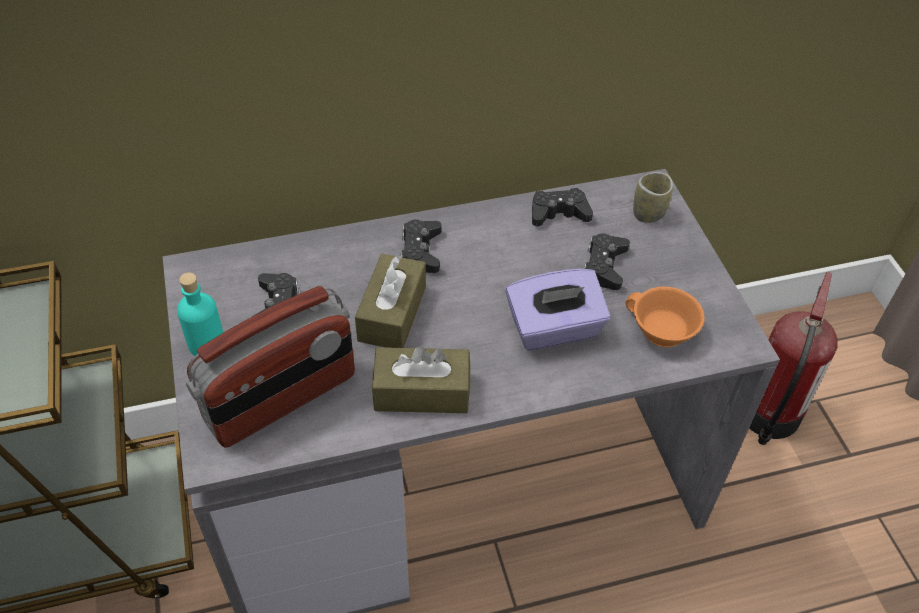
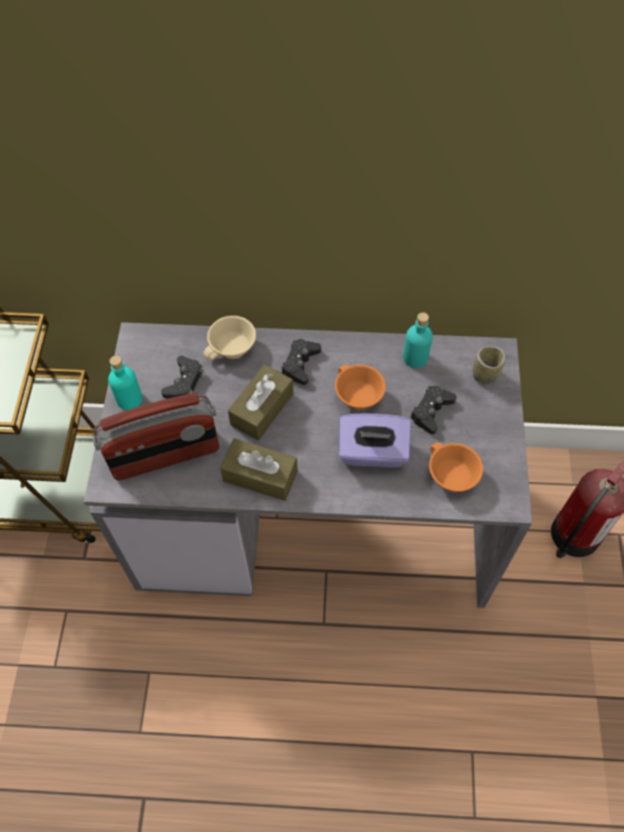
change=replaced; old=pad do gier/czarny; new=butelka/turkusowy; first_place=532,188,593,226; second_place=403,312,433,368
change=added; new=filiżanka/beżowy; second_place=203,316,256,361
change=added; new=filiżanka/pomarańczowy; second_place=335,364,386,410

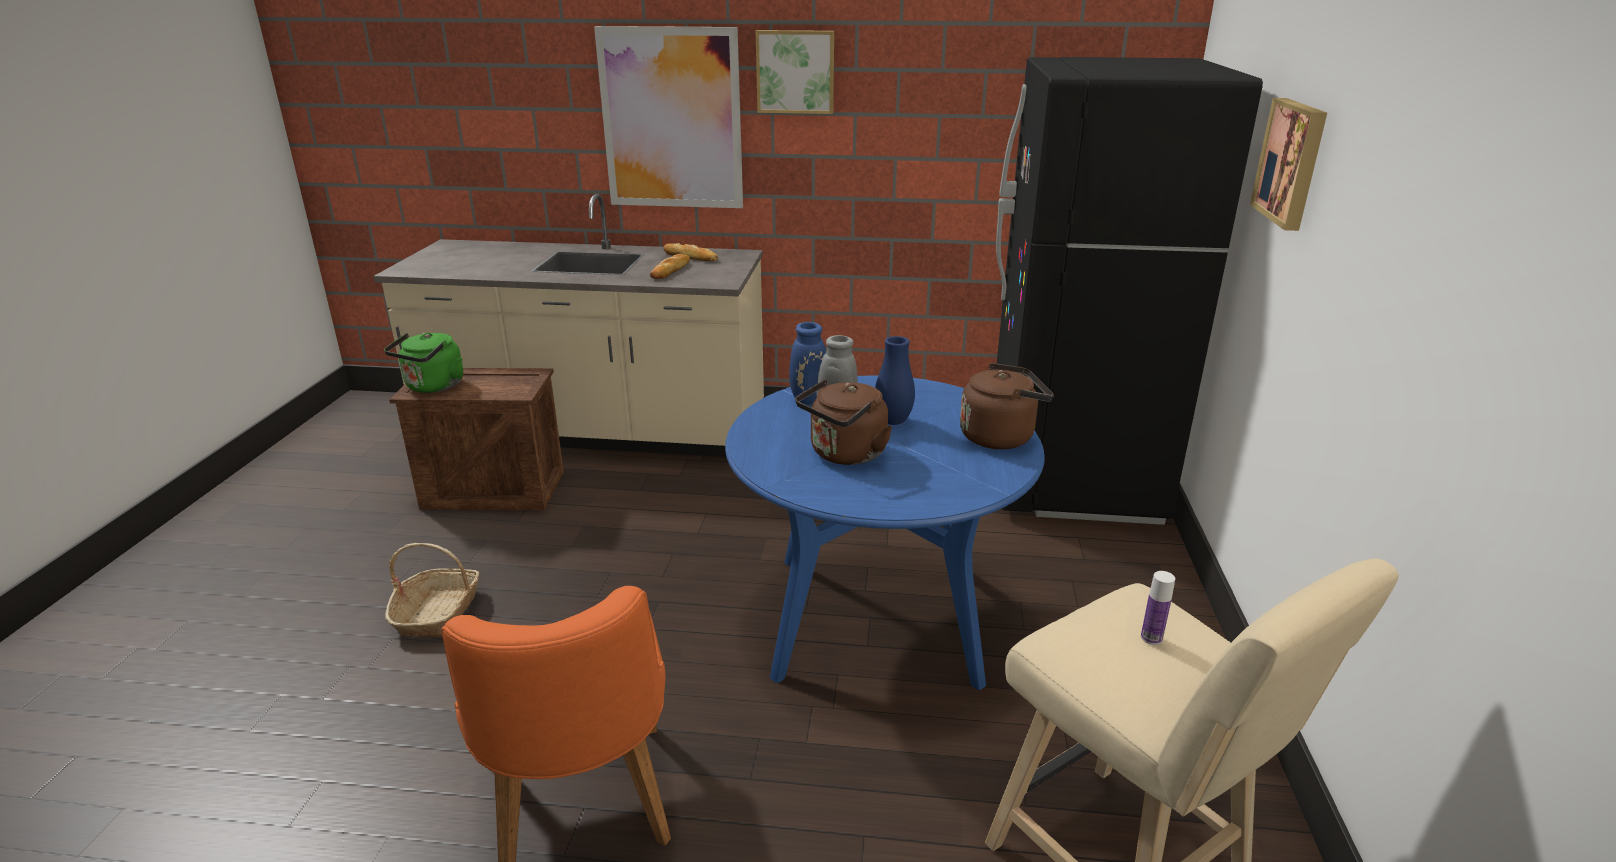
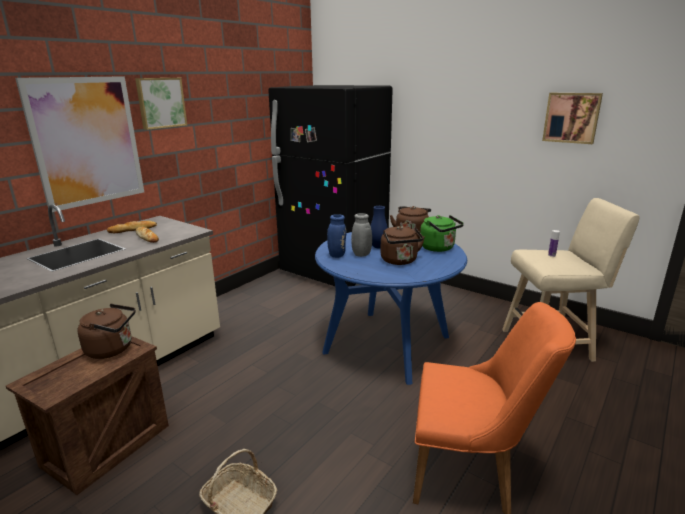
change=moved; old=obraz; first_place=1250,98,1327,231; second_place=542,93,603,144
change=moved; old=czajnik/zielony; first_place=384,333,463,393; second_place=420,215,464,252
change=added; new=czajnik/brązowy; second_place=77,304,136,359

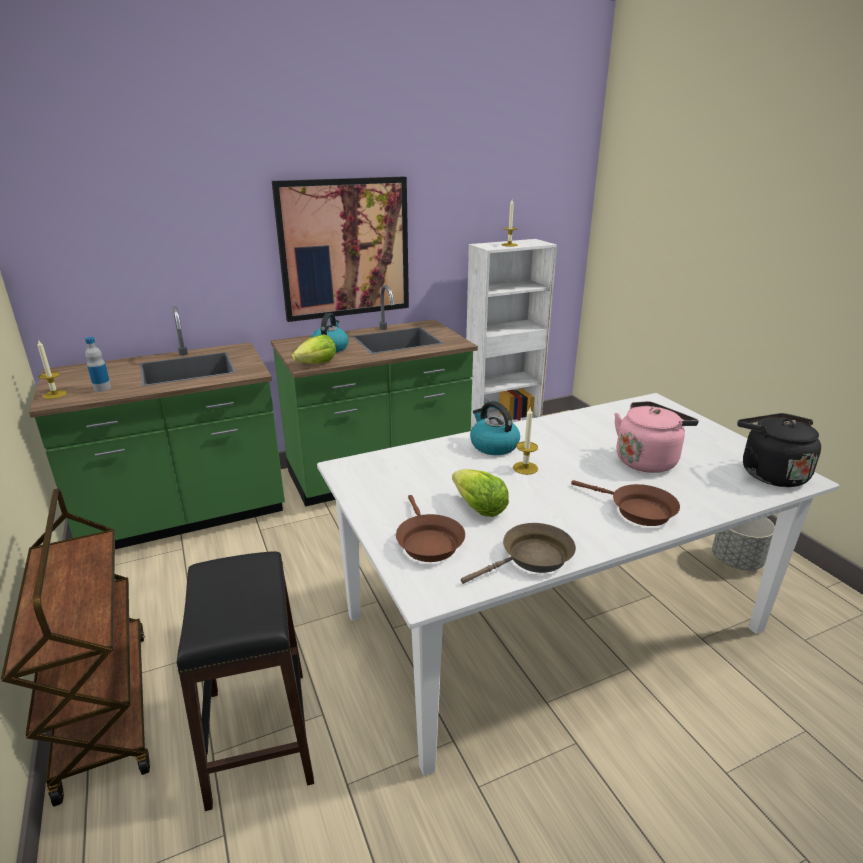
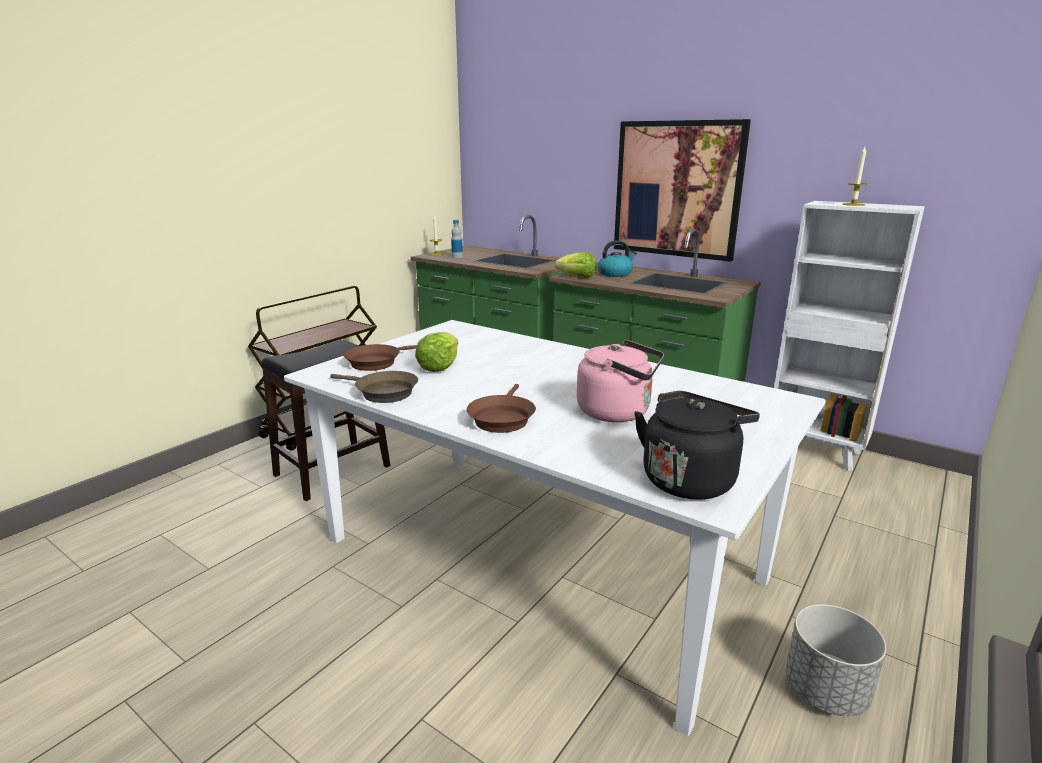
change=removed; old=czajnik; first_place=470,401,520,455
change=removed; old=świeca; first_place=513,406,538,475

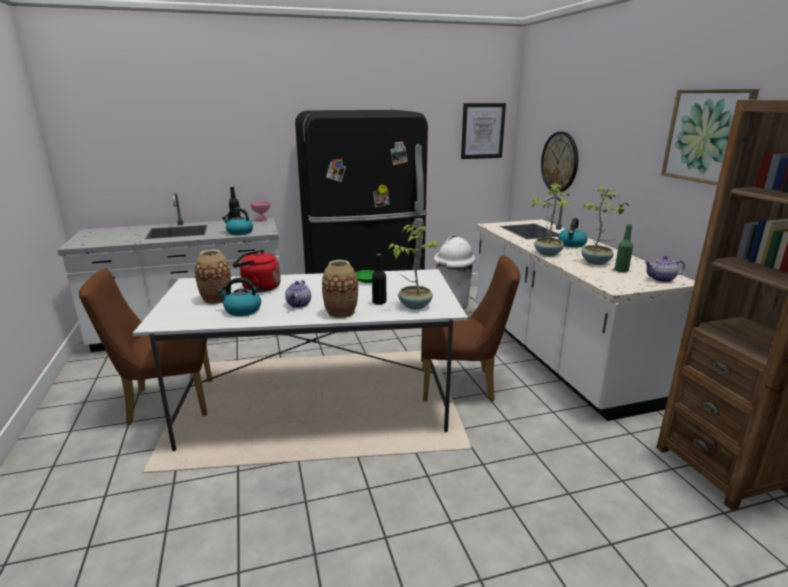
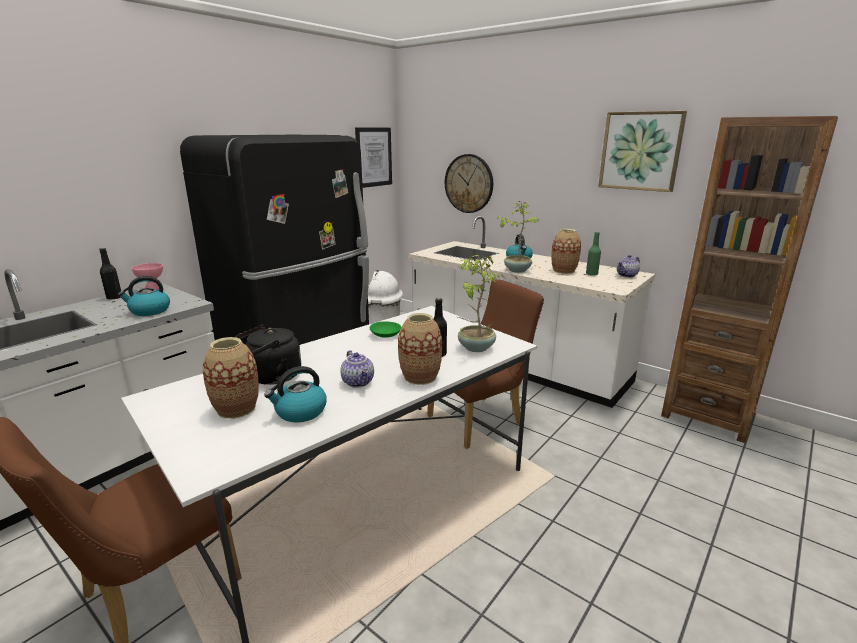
change=replaced; old=roślina doniczkowa; new=wazon; first_place=581,186,629,265; second_place=551,229,581,274
change=recoloured; old=czajnik/czerwony; new=czajnik/czarny; first_place=233,250,281,292; second_place=235,325,301,385

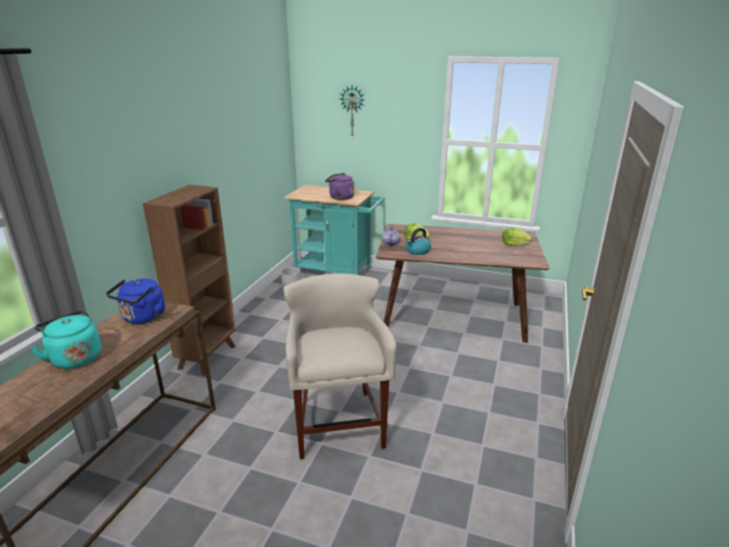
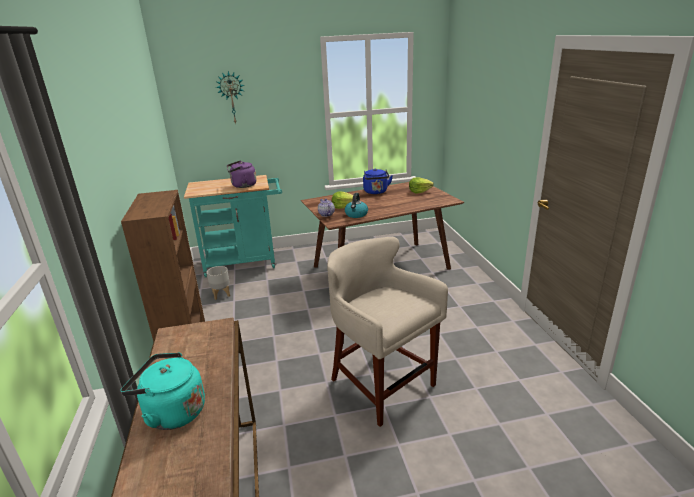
change=moved; old=czajnik/niebieski; first_place=106,279,165,324; second_place=363,168,393,194

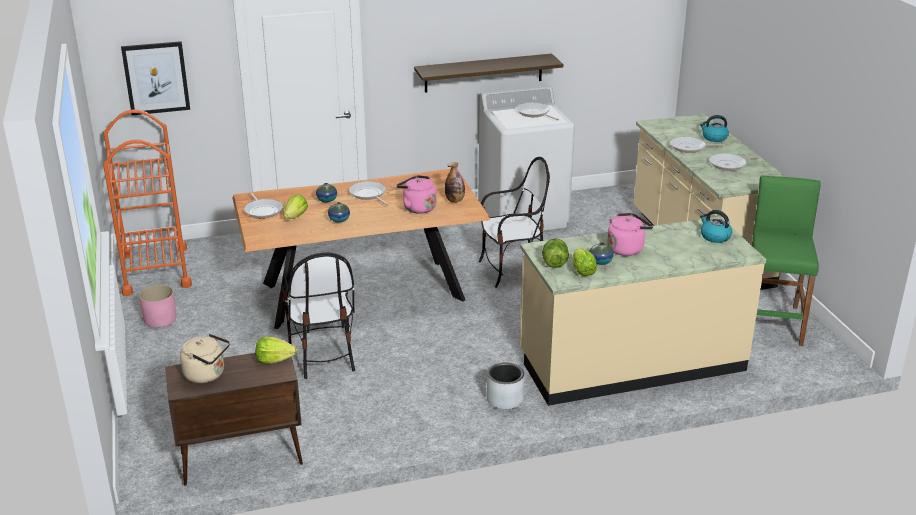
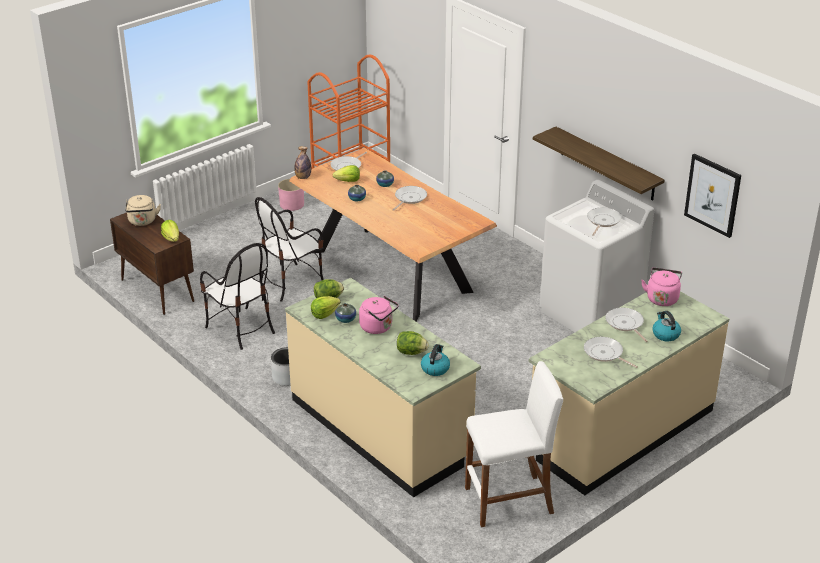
change=moved; old=obraz; first_place=121,41,190,115; second_place=684,154,741,238
change=moved; old=krzesło; first_place=478,157,550,288; second_place=200,243,275,350
change=moved; old=butelka; first_place=445,162,465,202; second_place=294,146,311,179
change=moved; old=czajnik/różowy; first_place=396,175,436,214; second_place=641,268,682,306
change=recoloured; old=stołek/zielony; new=stołek/biały; first_place=752,176,821,346; second_place=465,361,563,527
change=added; new=sałata; second_place=397,331,429,355

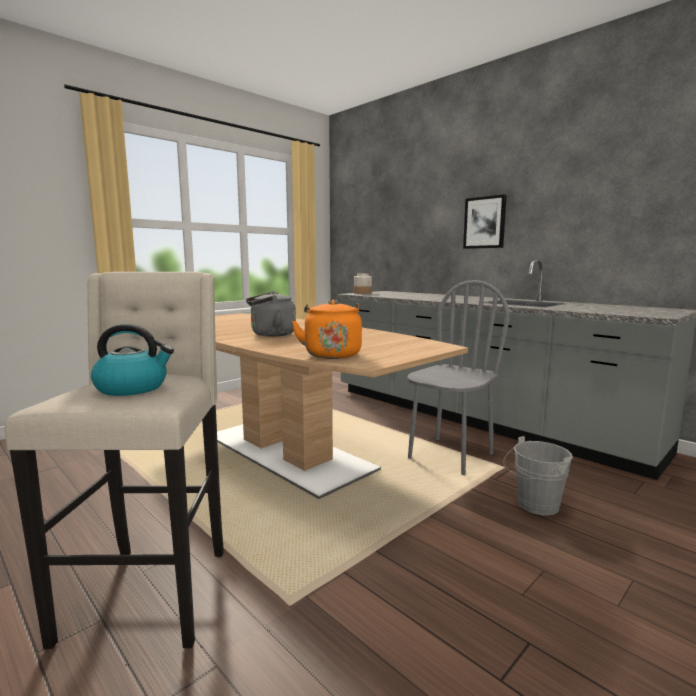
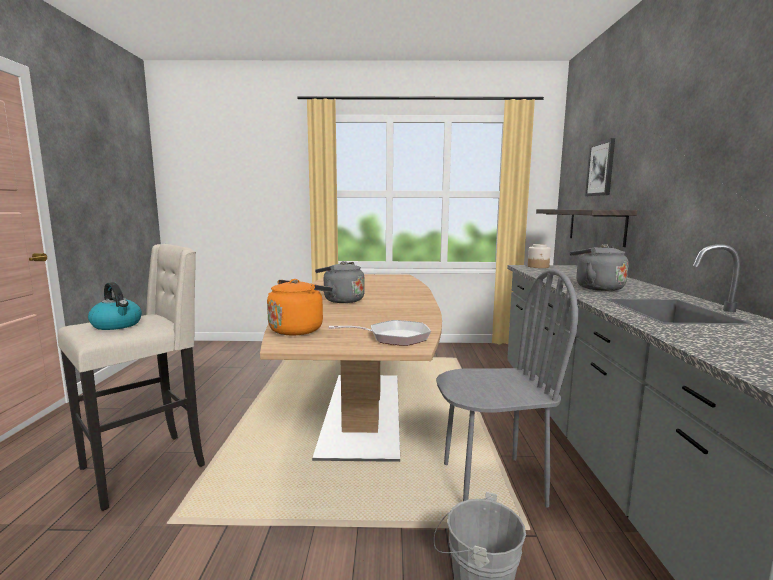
change=moved; old=obraz; first_place=463,194,507,249; second_place=585,138,615,196
change=added; new=półka; second_place=536,209,637,247
change=added; new=czajnik/szary; second_place=570,244,629,291
change=added; new=patelnia; second_place=329,320,431,346

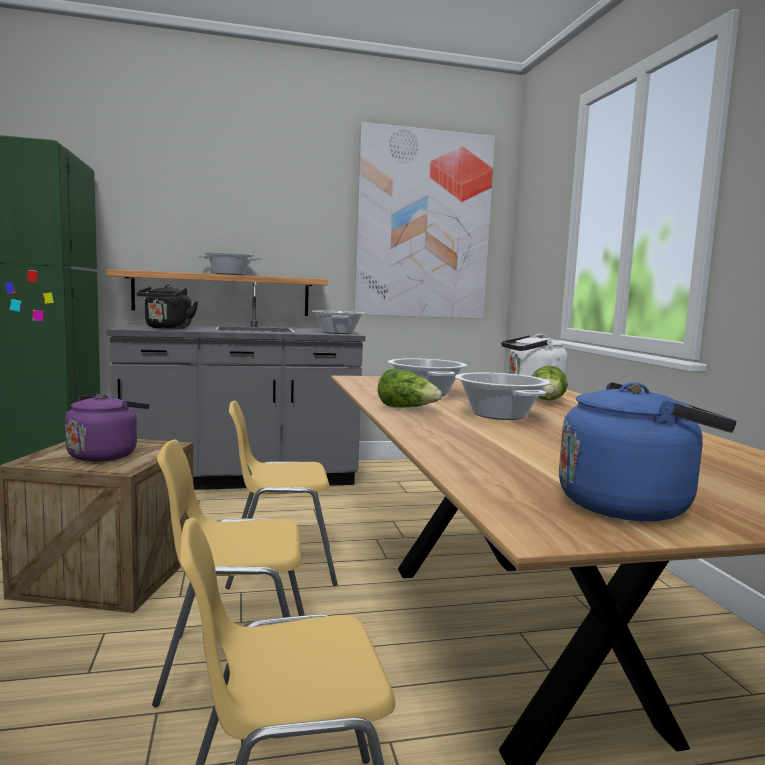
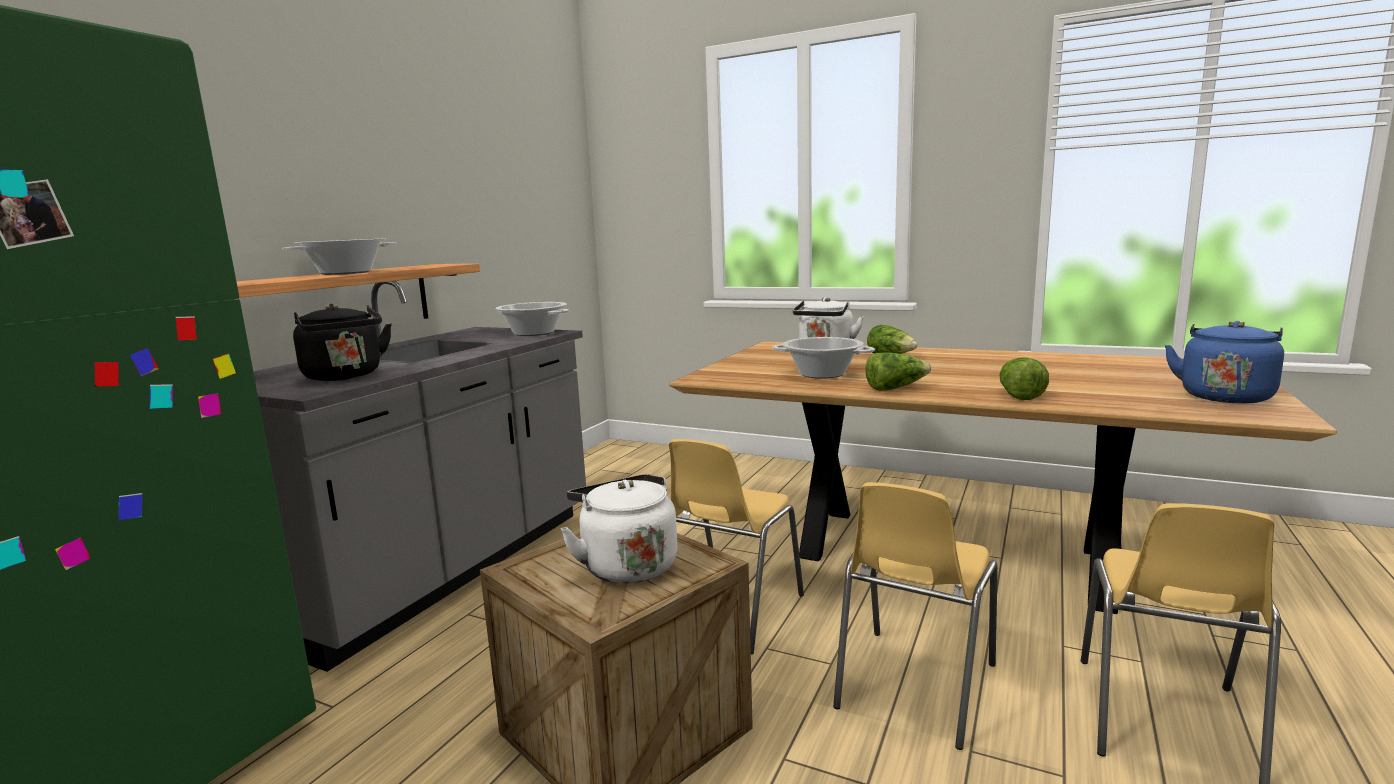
change=removed; old=obraz; first_place=354,122,495,319
change=removed; old=garnek; first_place=455,372,550,420
change=recoloured; old=czajnik/fioletowy; new=czajnik/biały; first_place=65,394,150,462; second_place=560,474,678,584
change=added; new=sałata; second_place=999,357,1049,400

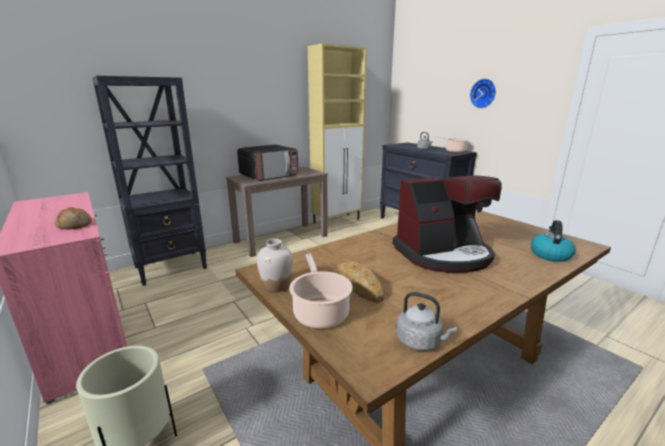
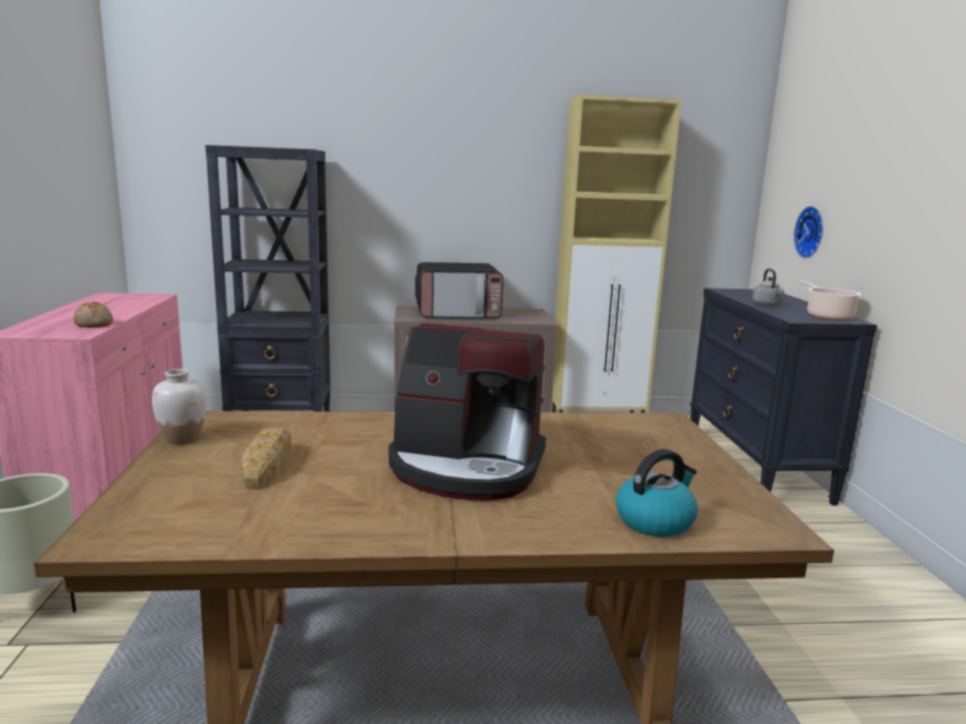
change=moved; old=zegar ścienny; first_place=470,79,496,109; second_place=793,206,823,259
change=removed; old=garnek; first_place=289,254,352,329
change=removed; old=czajnik/szary; first_place=396,292,457,351

